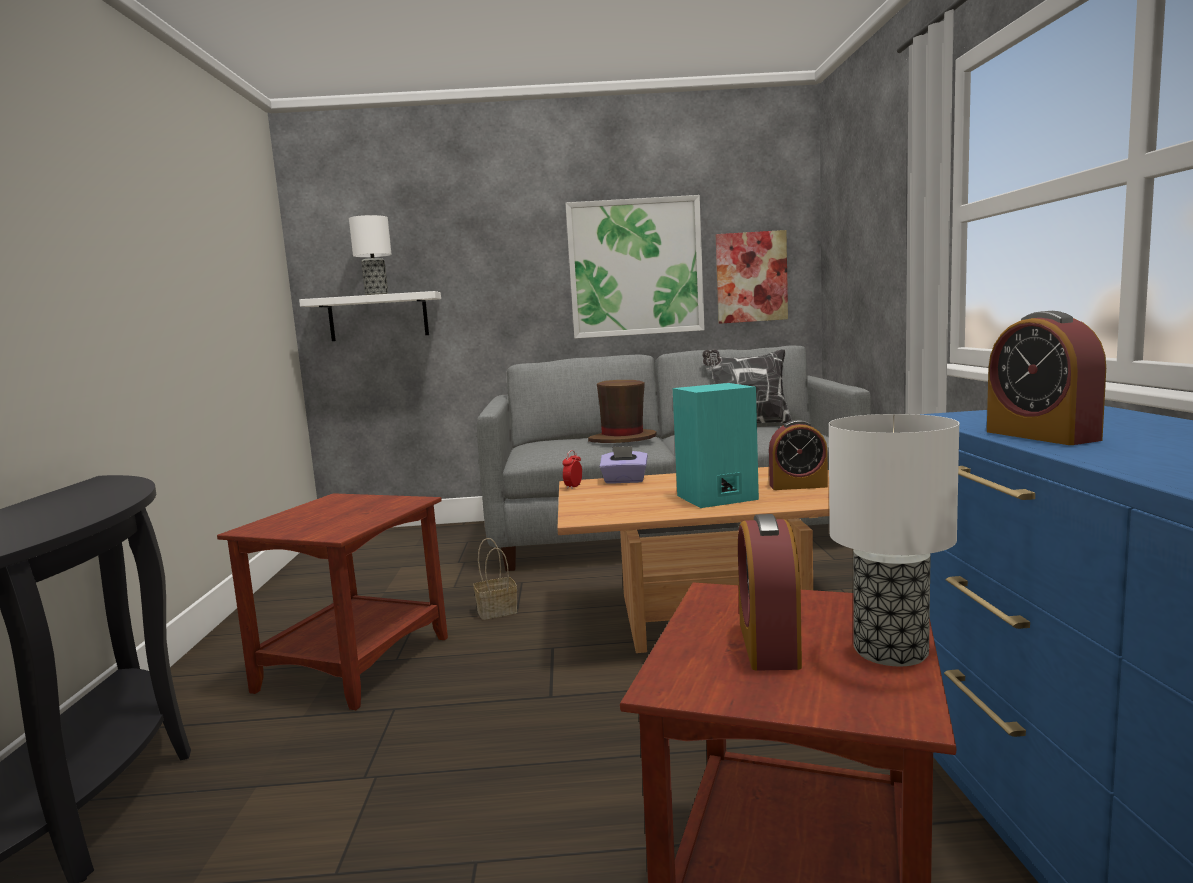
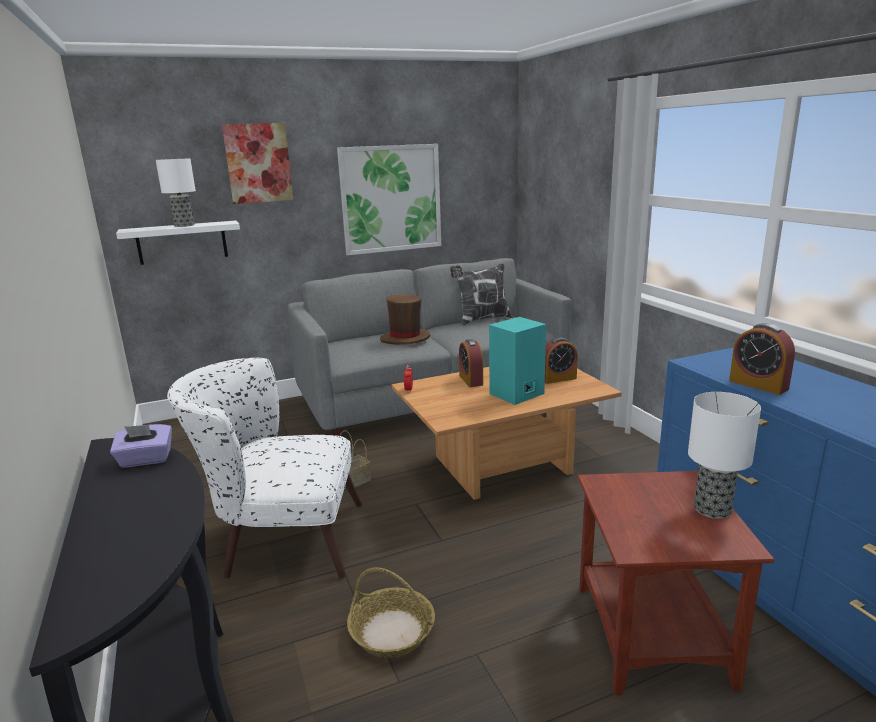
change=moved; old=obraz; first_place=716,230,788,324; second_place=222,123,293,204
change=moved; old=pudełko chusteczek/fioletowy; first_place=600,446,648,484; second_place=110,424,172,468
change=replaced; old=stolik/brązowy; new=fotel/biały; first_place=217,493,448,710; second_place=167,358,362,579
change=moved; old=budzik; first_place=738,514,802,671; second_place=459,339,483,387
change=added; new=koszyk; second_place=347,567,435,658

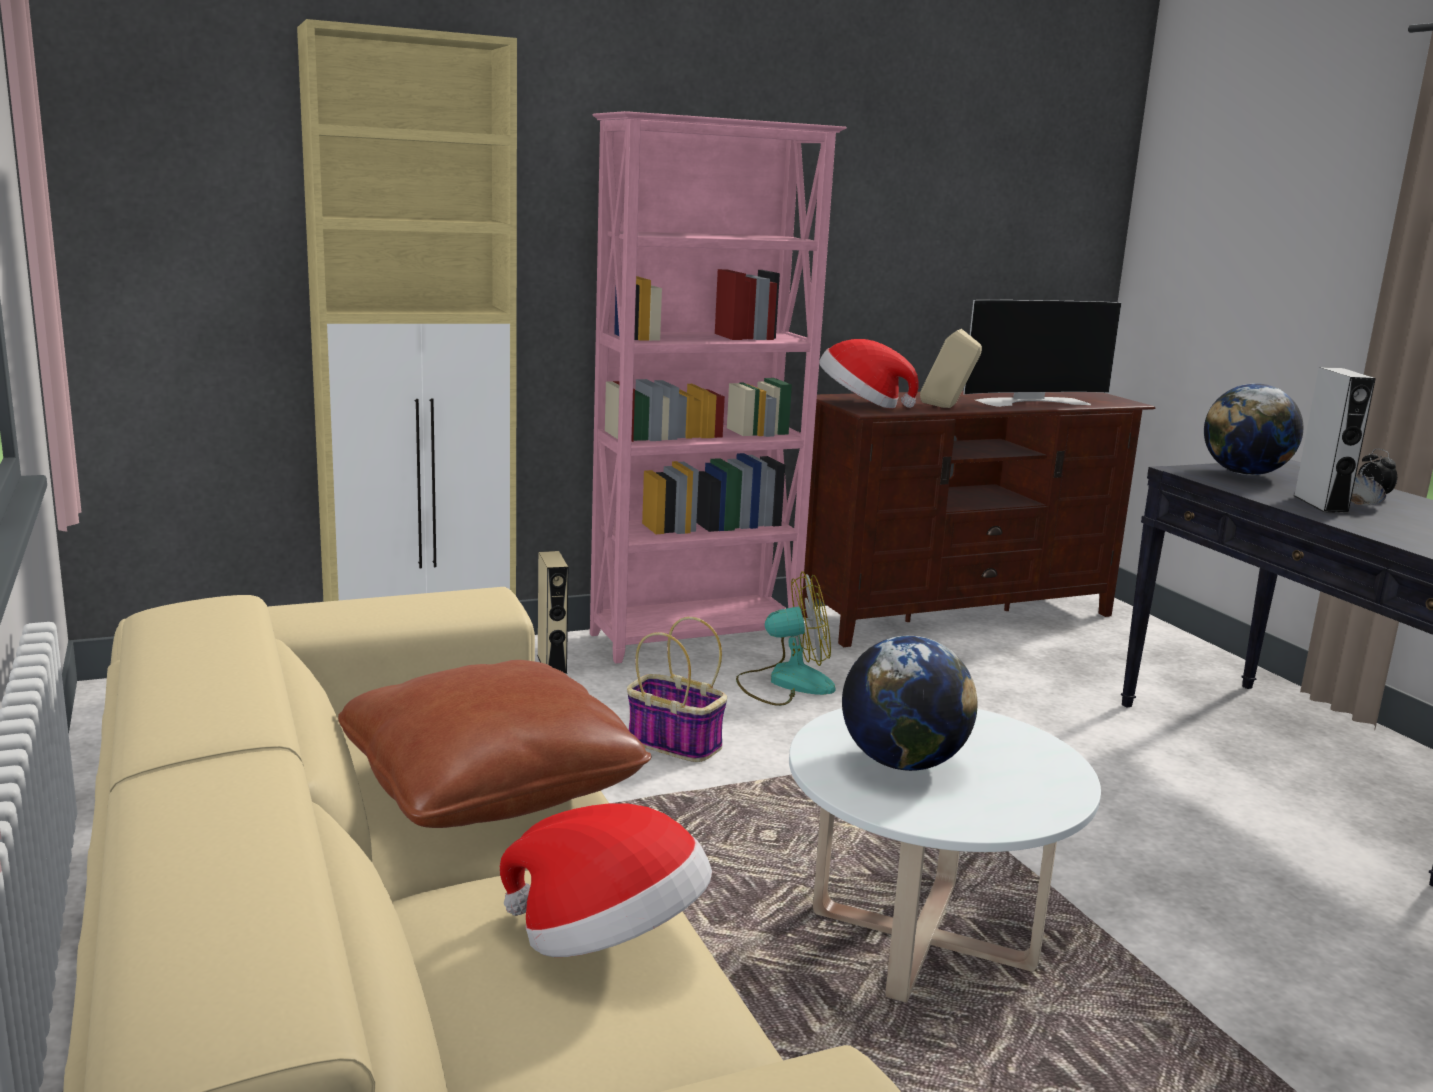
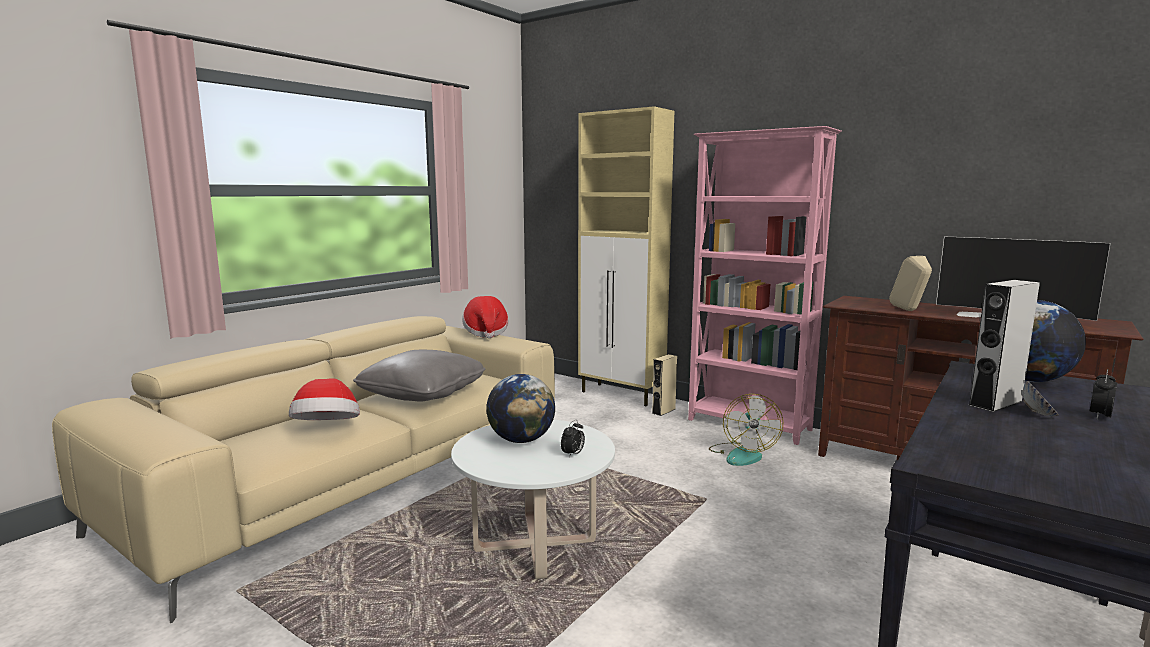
change=moved; old=kapelusz; first_place=819,339,919,409; second_place=462,296,509,338
change=turned; old=wentylator; first_place=736,571,836,706; second_place=709,394,783,466; degrees=45
change=removed; old=koszyk; first_place=627,617,727,762
change=recoloured; old=poduszka/brązowy; new=poduszka/szary; first_place=338,660,652,828; second_place=353,350,485,402
change=added; new=budzik; second_place=561,420,585,458

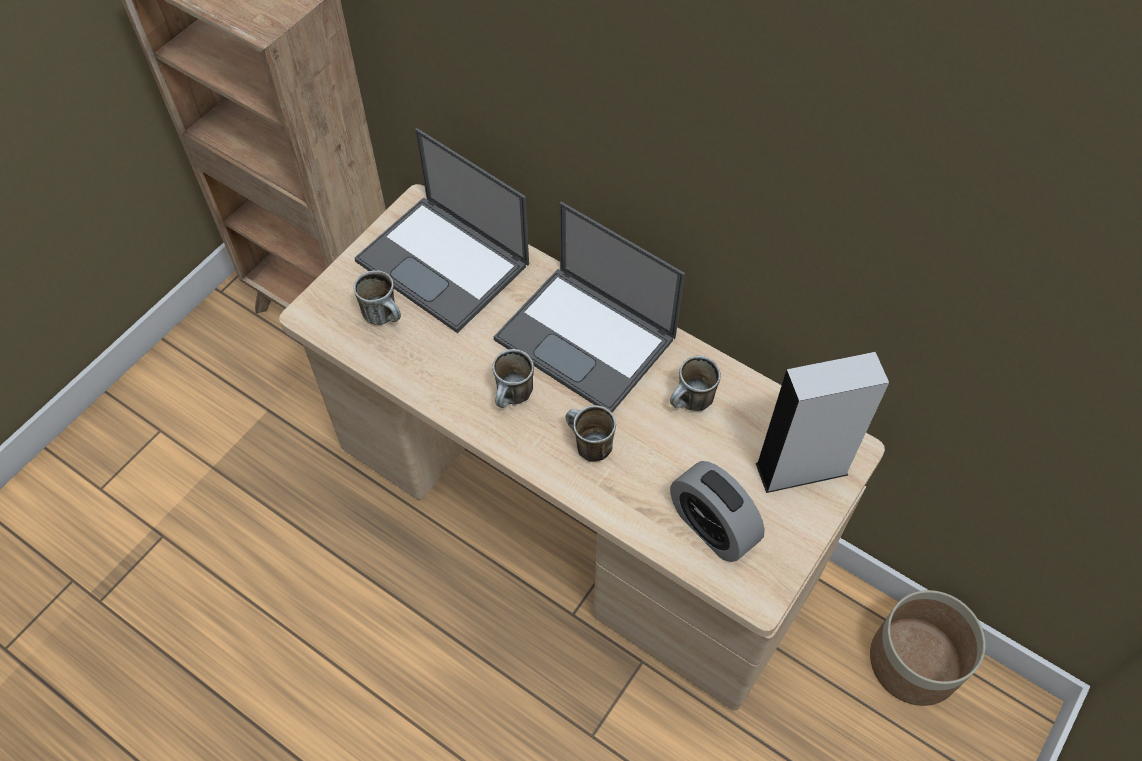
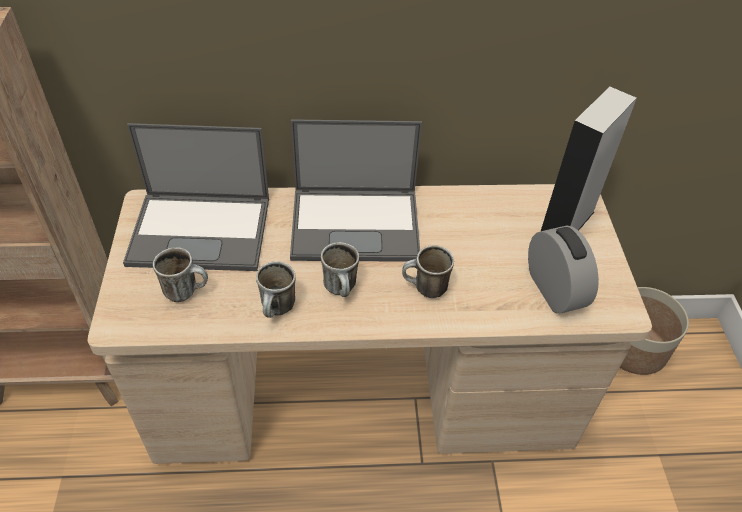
change=moved; old=kubek; first_place=670,356,721,411; second_place=256,261,296,318
change=turned; old=budzik; first_place=670,461,765,562; second_place=528,225,599,313; degrees=-120

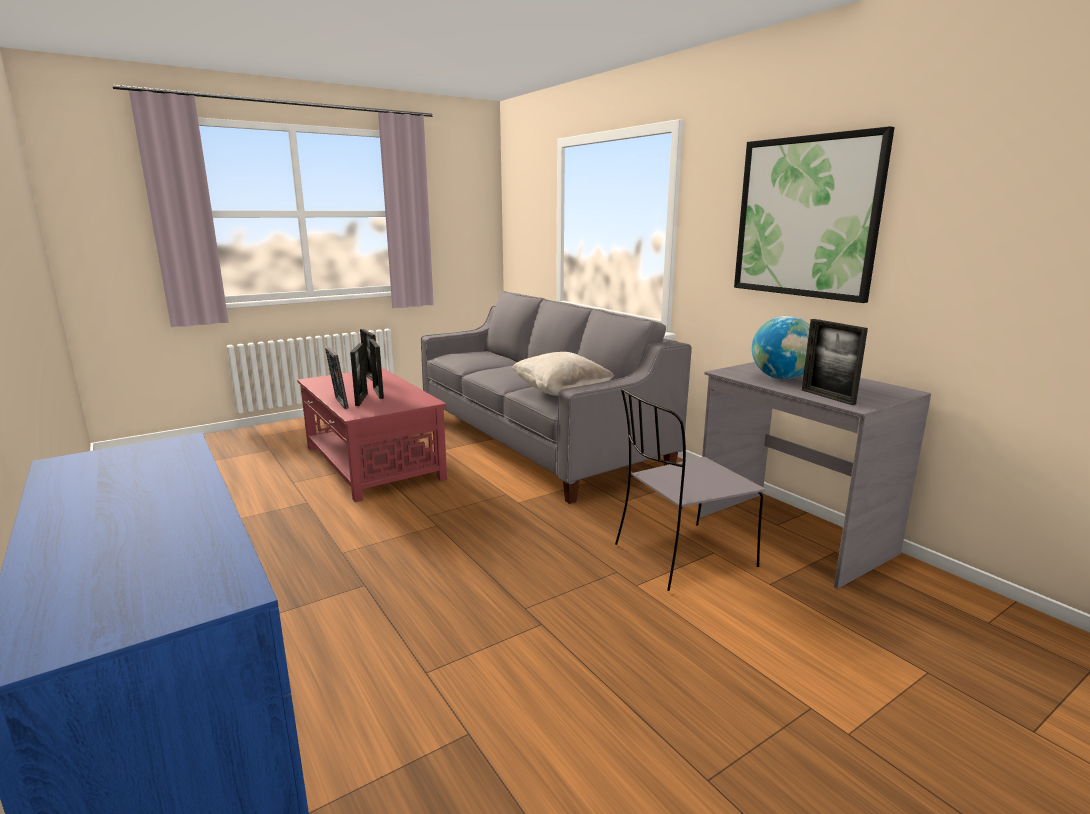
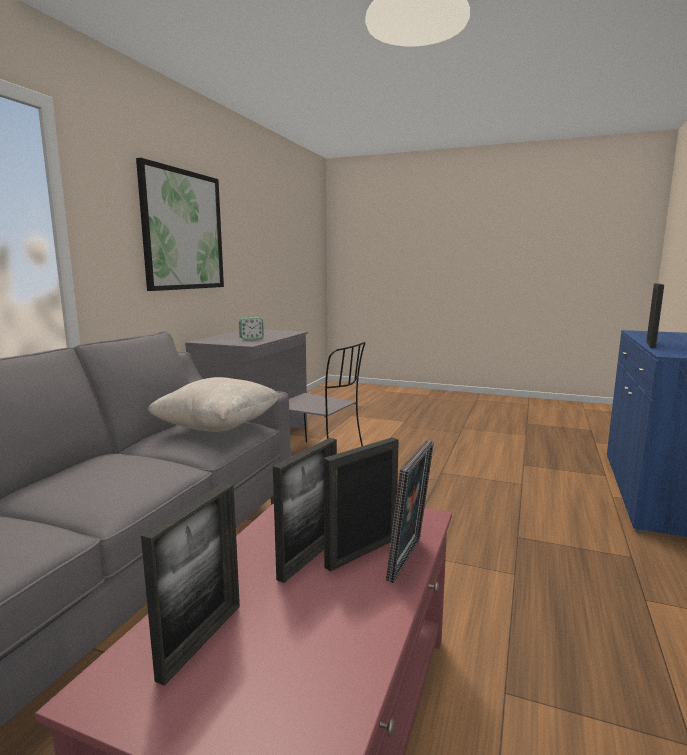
change=replaced; old=globus; new=budzik; first_place=752,316,810,379; second_place=239,317,264,340
change=moved; old=ramka na zdjęcie; first_place=802,319,868,405; second_place=646,283,664,348

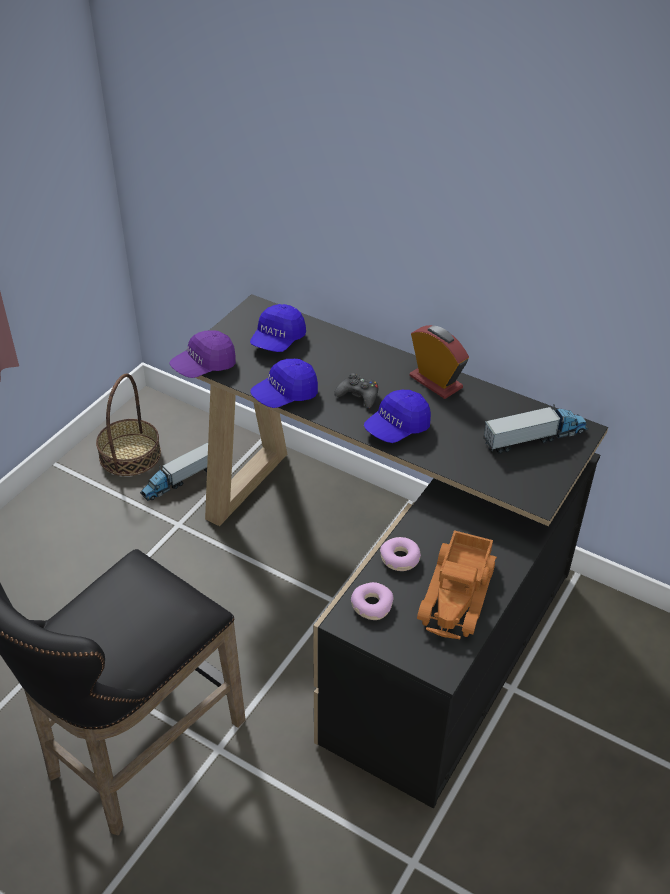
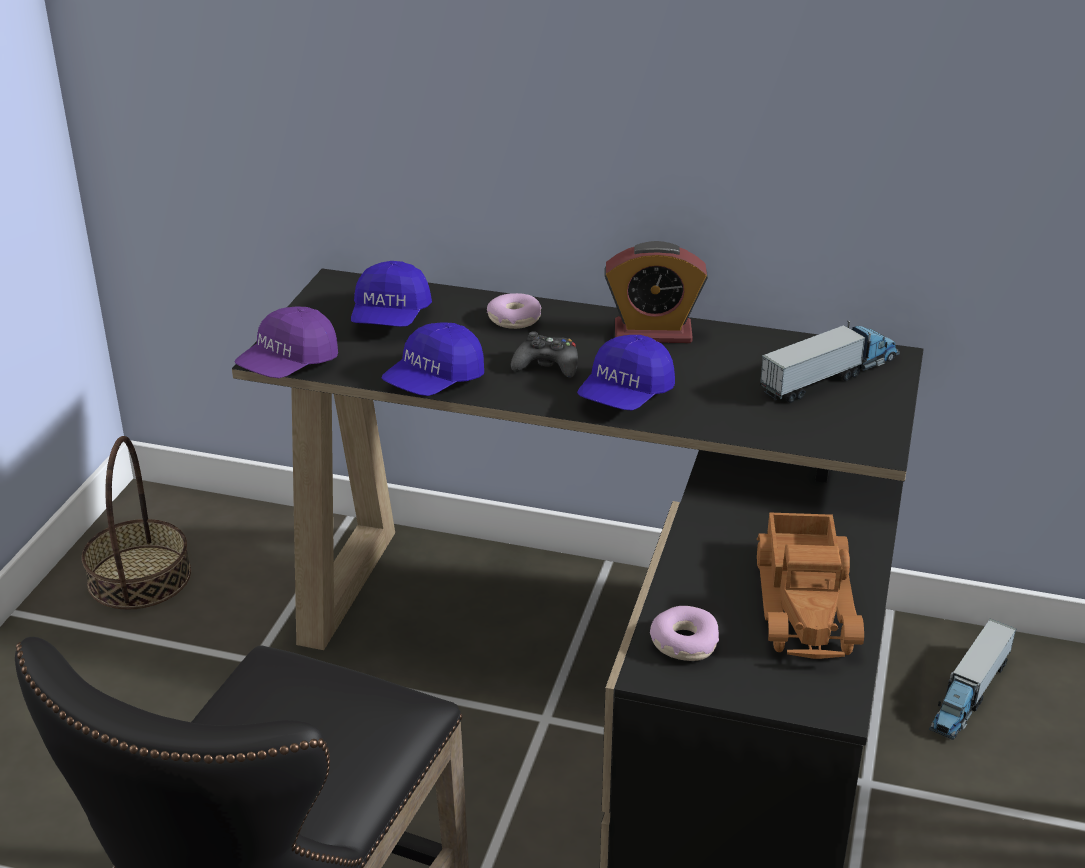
change=turned; old=budzik; first_place=410,325,469,399; second_place=605,241,708,343; degrees=150
change=moved; old=ciężarówka zabawkowa; first_place=140,442,208,501; second_place=929,619,1016,740
change=moved; old=donut; first_place=380,537,421,571; second_place=487,293,542,329

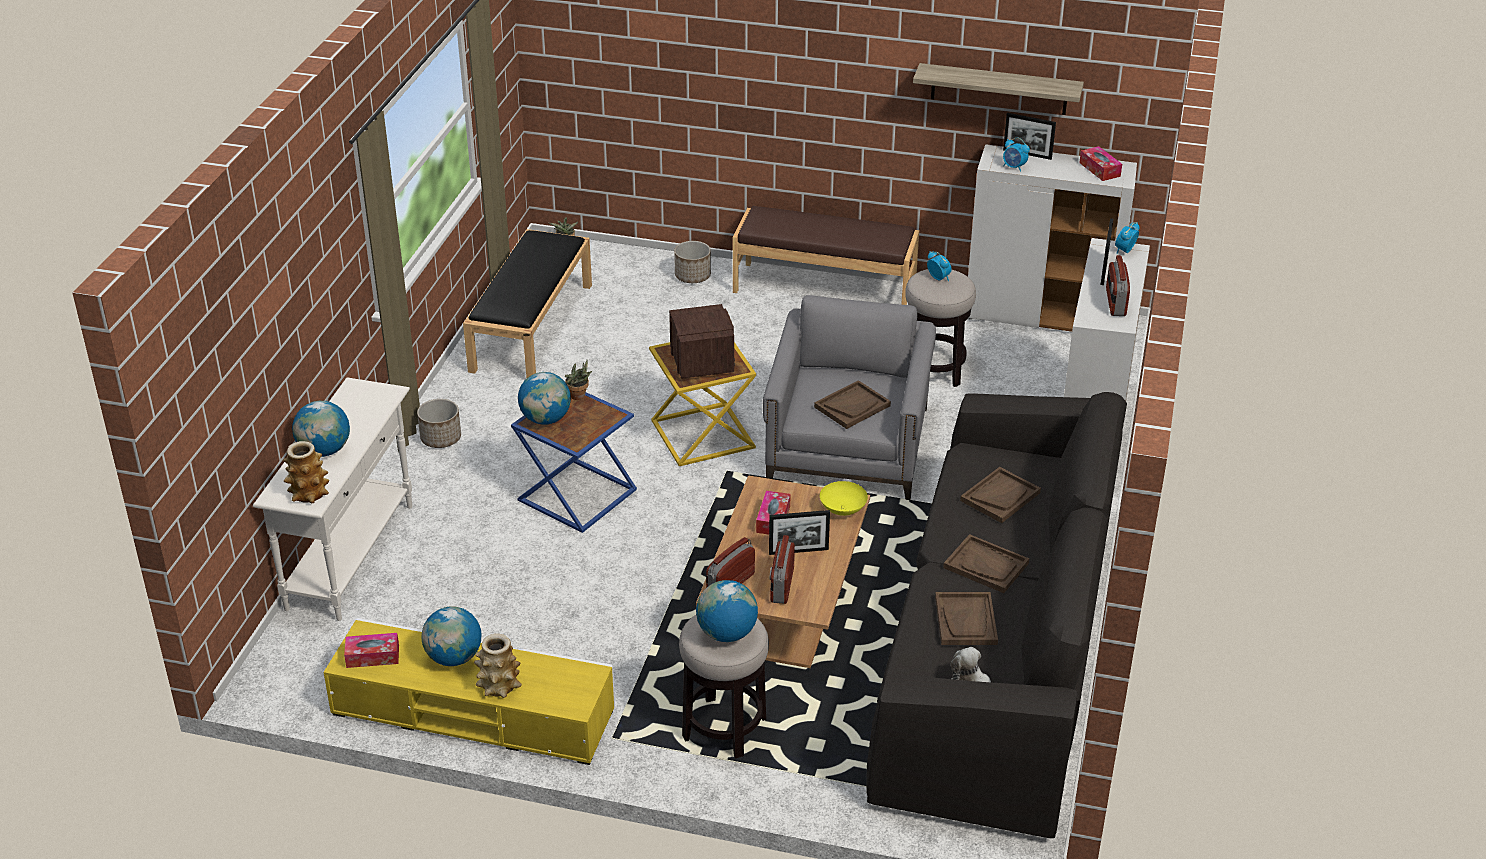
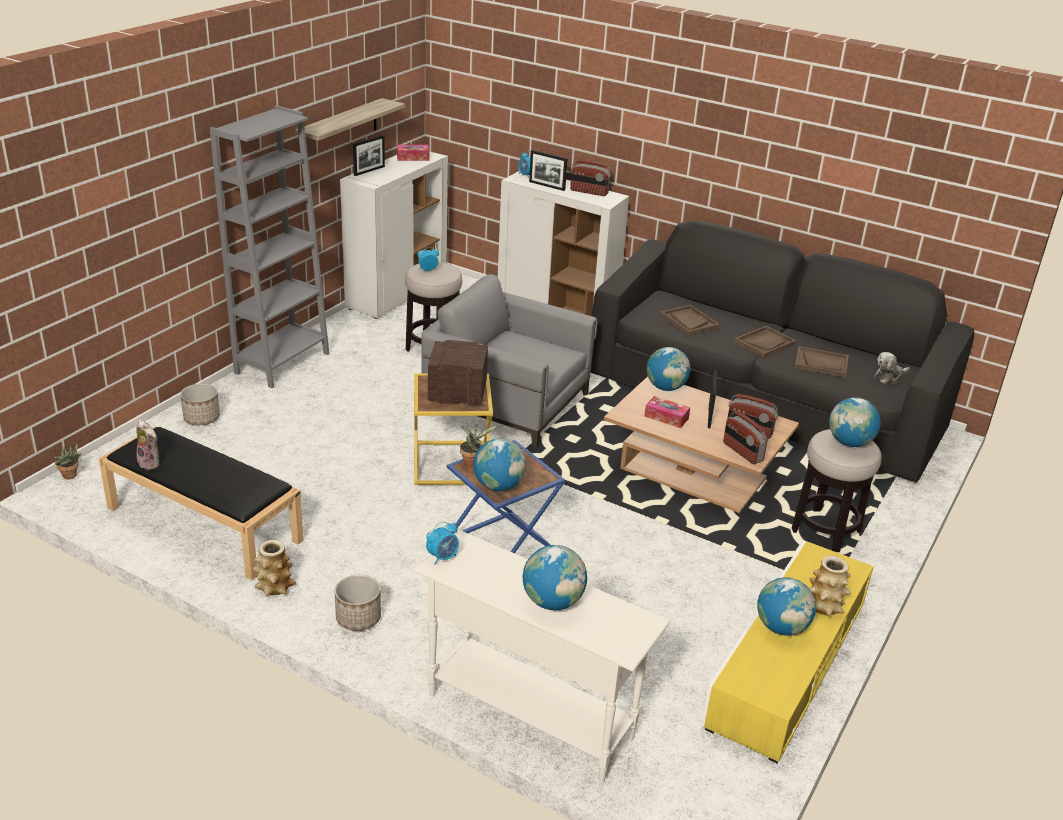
change=moved; old=budzik; first_place=1003,138,1030,172; second_place=426,522,459,565
change=replaced; old=ławka/brązowy; new=regał/szary; first_place=733,206,919,305; second_place=210,105,329,388
change=removed; old=taca/brązowy; first_place=814,380,891,429
change=moved; old=wazon; first_place=283,441,329,503; second_place=252,540,296,596
change=replaced; old=miska/żółty; new=globus; first_place=820,481,868,516; second_place=647,347,691,391
change=removed; old=pudełko chusteczek; first_place=344,633,399,668
change=added; new=pluszak; second_place=136,420,159,470

